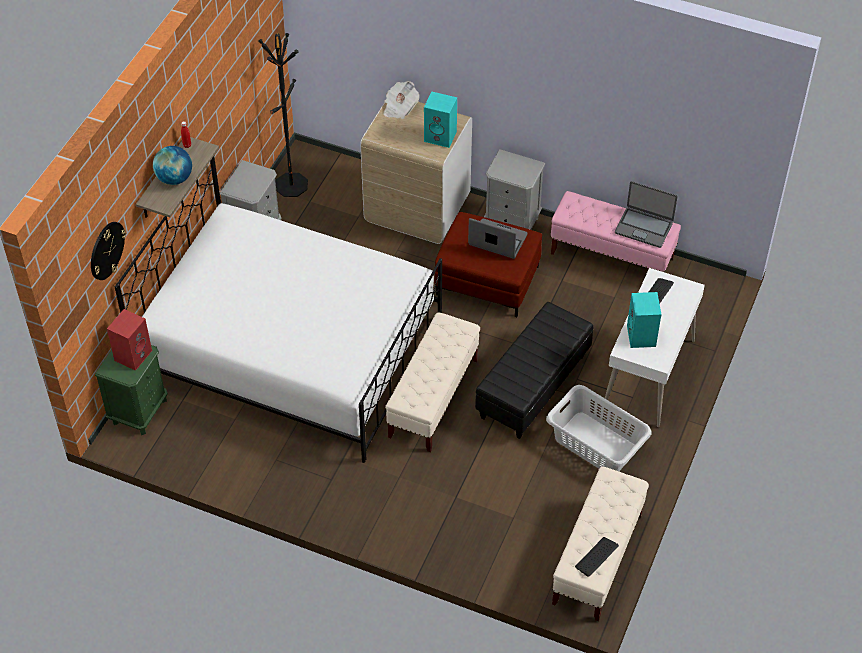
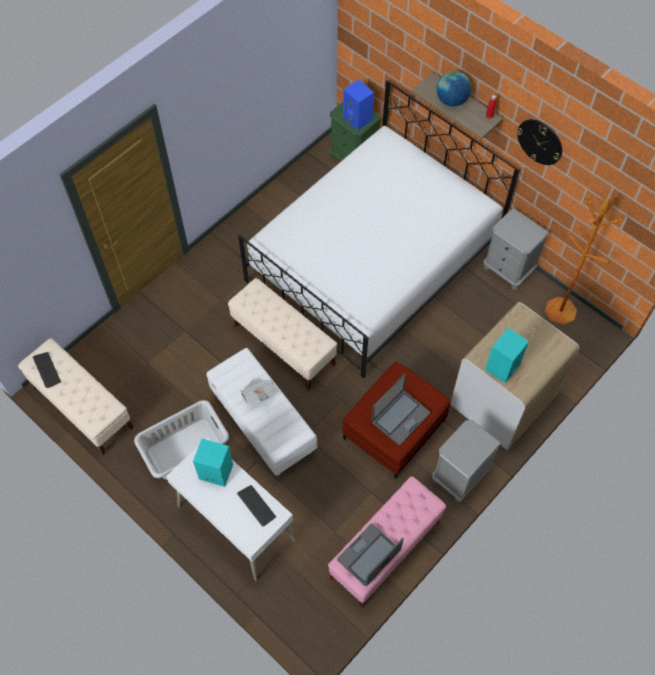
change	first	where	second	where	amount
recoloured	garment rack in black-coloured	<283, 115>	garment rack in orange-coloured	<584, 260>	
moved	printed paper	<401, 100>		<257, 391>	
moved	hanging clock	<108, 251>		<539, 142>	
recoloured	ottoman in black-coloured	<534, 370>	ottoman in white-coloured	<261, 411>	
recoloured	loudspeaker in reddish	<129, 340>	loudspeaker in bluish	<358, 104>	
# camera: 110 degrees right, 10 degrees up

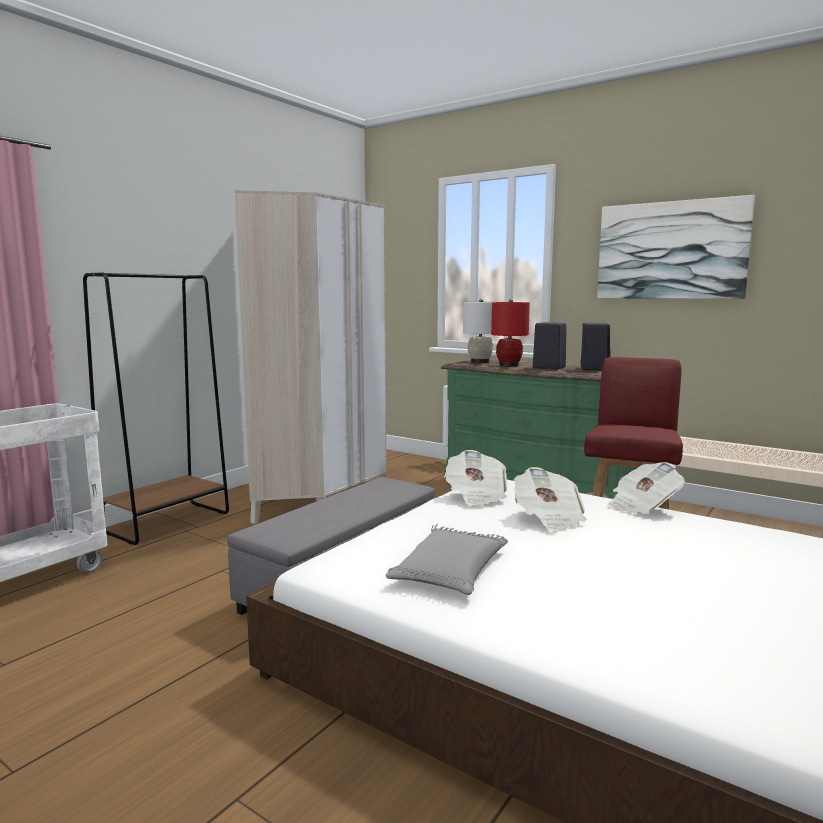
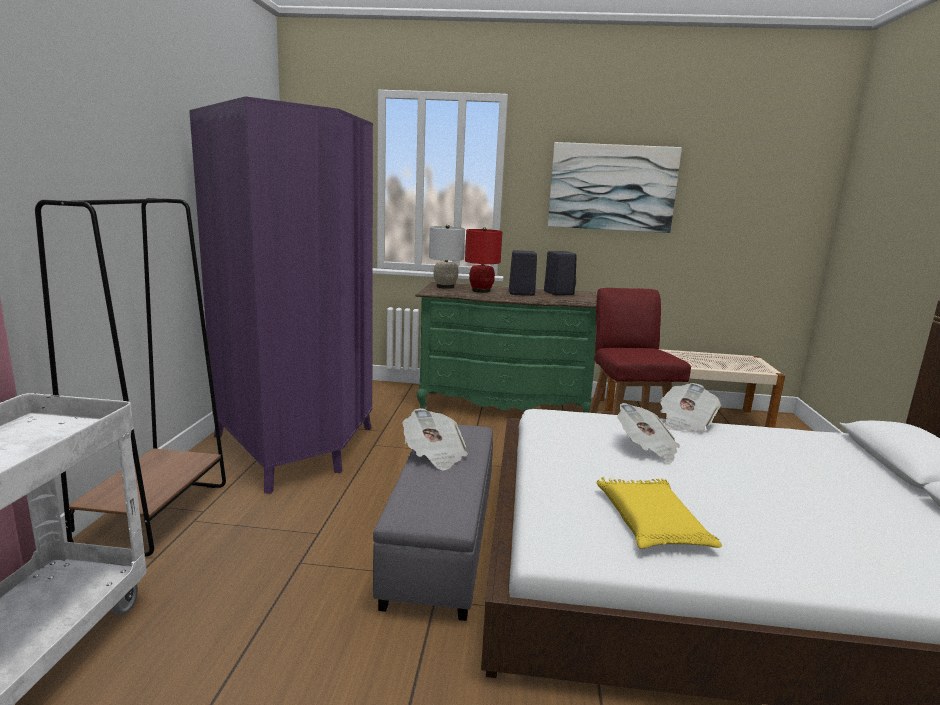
change	first	where	second	where	amount
recoloured	wardrobe in sand-coloured	<311, 357>	wardrobe in purple-coloured	<281, 295>	
moved	printed paper	<476, 478>		<435, 439>	
recoloured	cushion in grey	<447, 559>	cushion in yellow-coloured	<659, 513>	
# camera: 30 degrees left, 5 degrees up

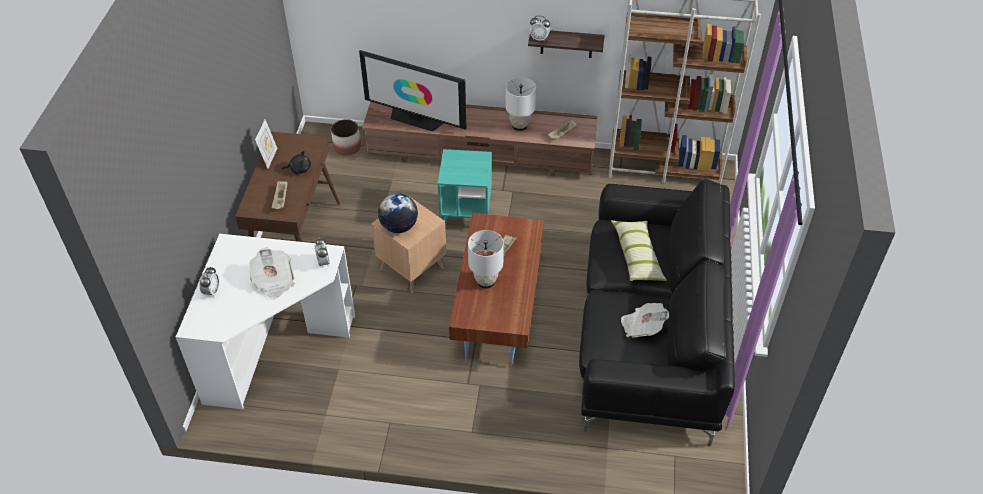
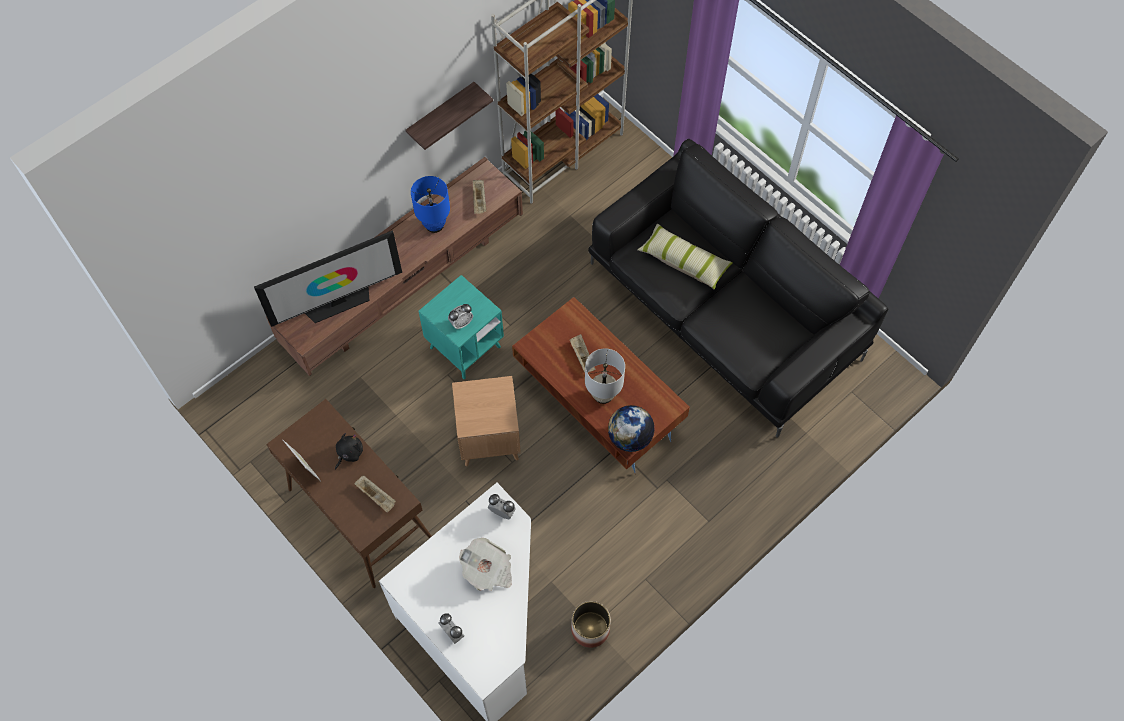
change	first	where	second	where	amount
moved	bedside clock	<540, 29>		<460, 316>	
recoloured	lamp for a table in white-coloured	<520, 104>	lamp for a table in bluish	<430, 204>	
moved	plant pot	<346, 137>		<591, 624>	
moved	globe	<398, 213>		<631, 428>	
removed	printed paper	<645, 320>			
# camera: 50 degrees left, 15 degrees up

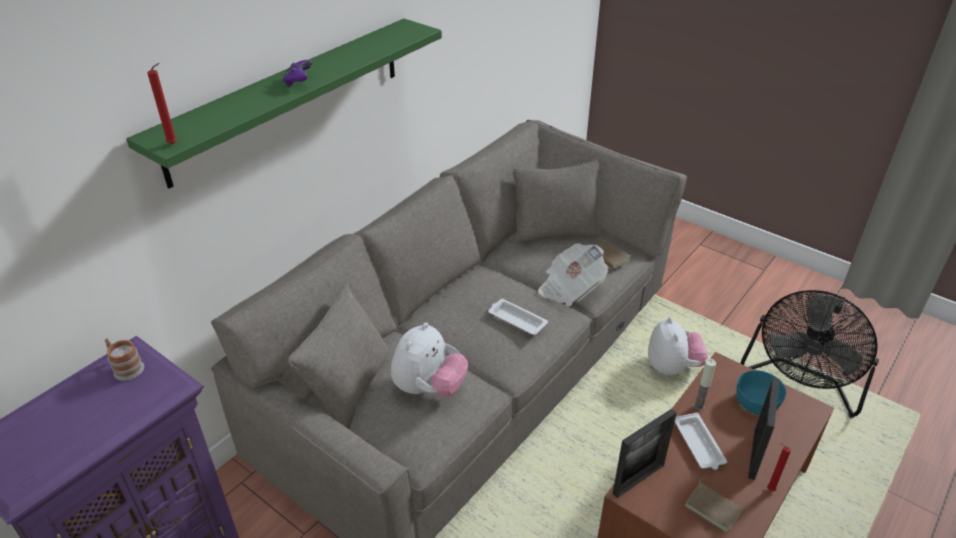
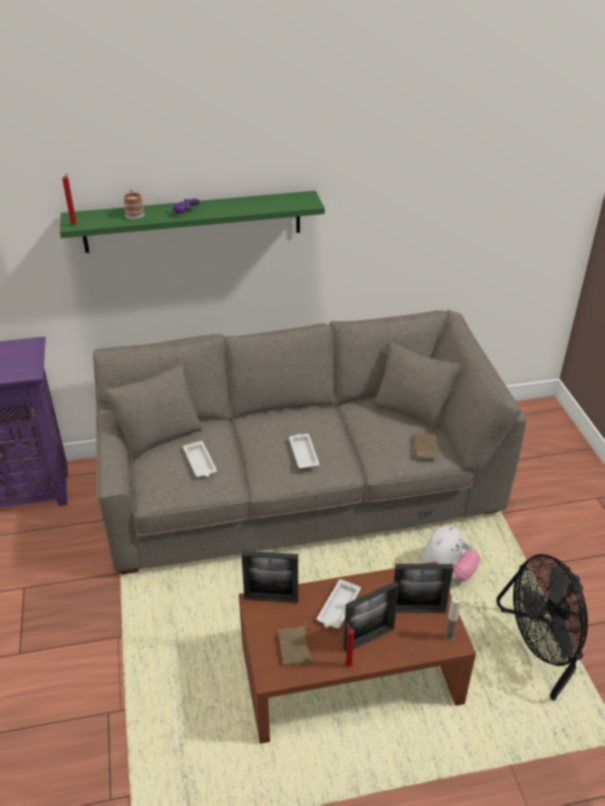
change	first	where	second	where	amount
removed	printed paper	<573, 274>			
replaced	plush toy	<429, 359>	serving tray in white-coloured	<200, 459>	
moved	tea mug	<124, 359>		<134, 204>	
moved	wax candle	<704, 385>		<452, 618>	
replaced	deep dish in turquoise-coloured	<761, 392>	photo frame	<423, 588>	
# camera: 40 degrees right, 0 degrees up

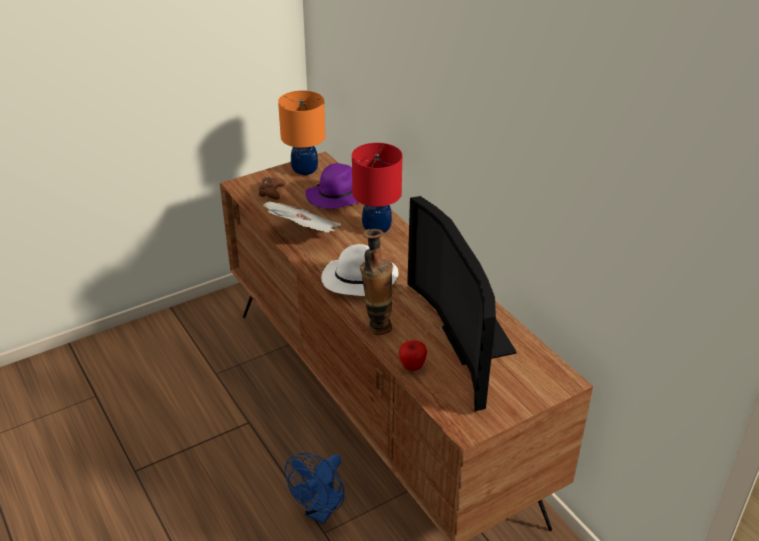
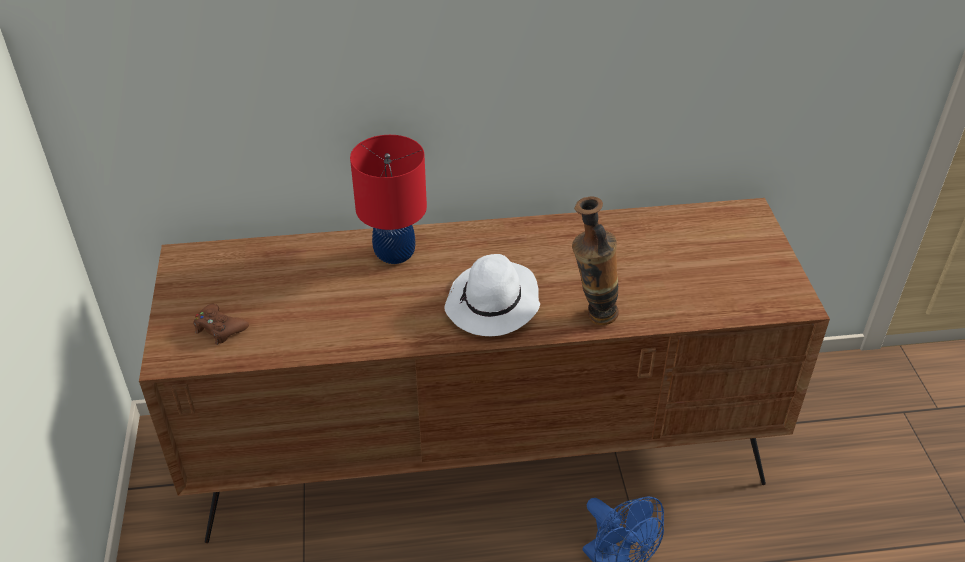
change	first	where	second	where	amount
removed	lamp for a table in orange-coloured	<301, 132>			
removed	clothing hat in purple-coloured	<331, 186>			
removed	television	<462, 304>			
removed	printed paper	<302, 217>			
removed	apple	<413, 355>			
# camera: 65 degrees left, 5 degrees up

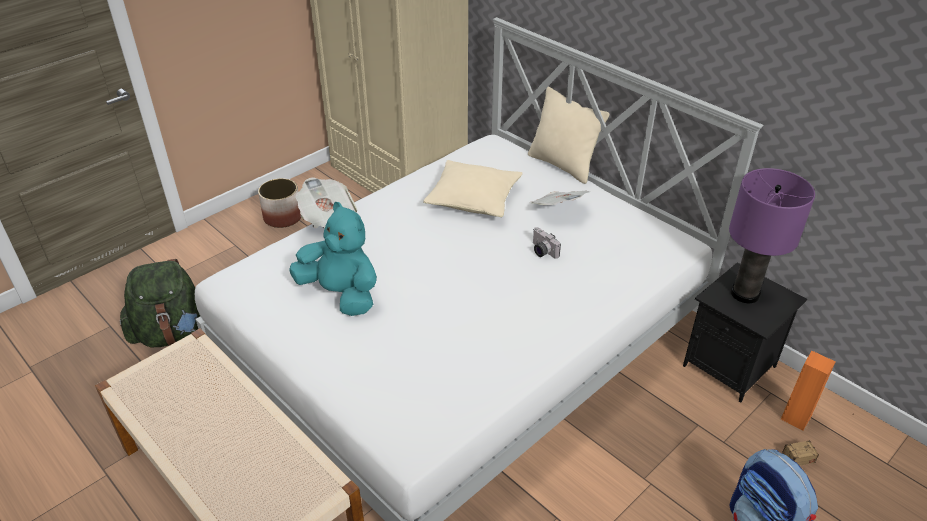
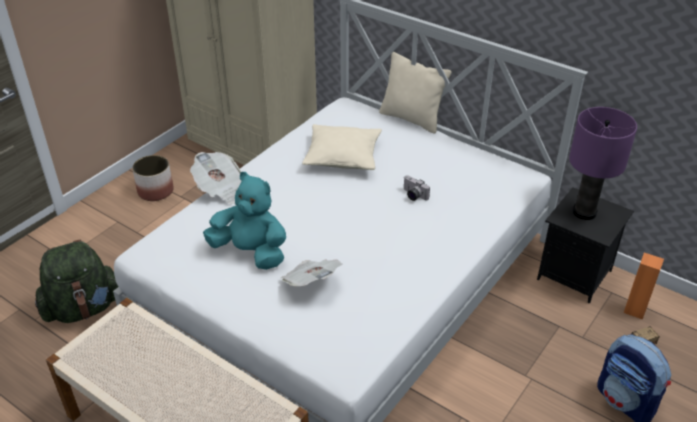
change	first	where	second	where	amount
moved	printed paper	<560, 198>		<311, 273>	
# camera: 10 degrees left, 0 degrees up

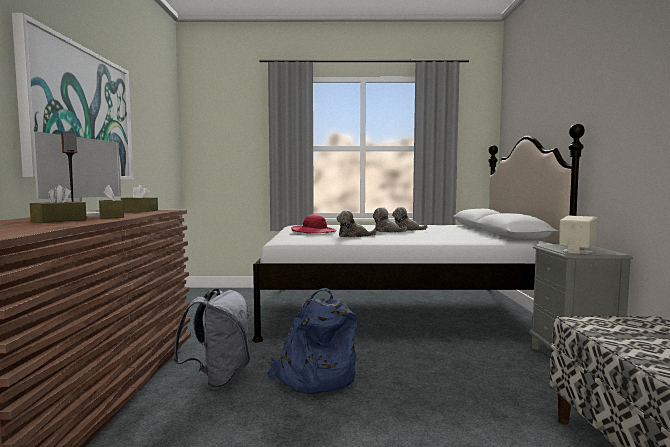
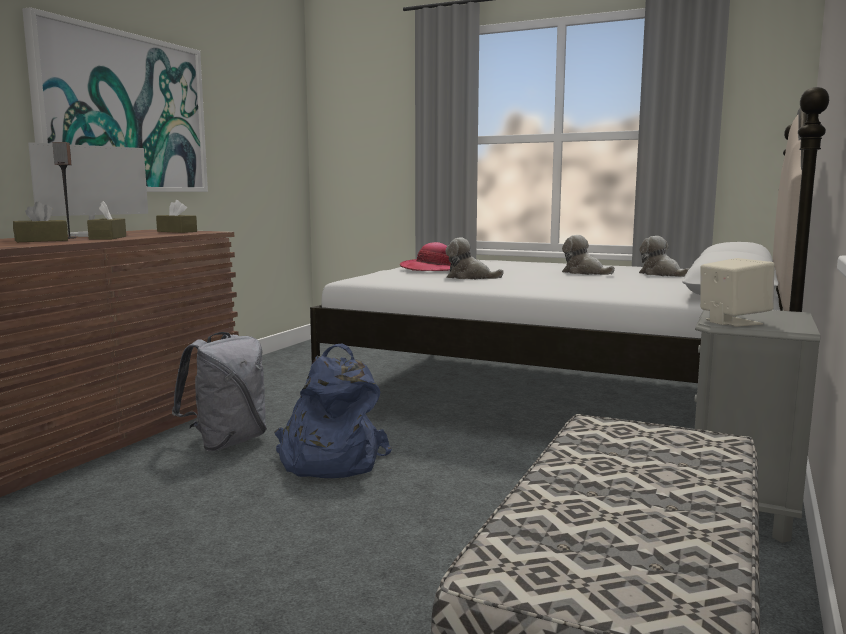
change	first	where	second	where	amount
moved	plush toy	<390, 219>		<664, 256>	
# camera: 25 degrees right, 5 degrees up

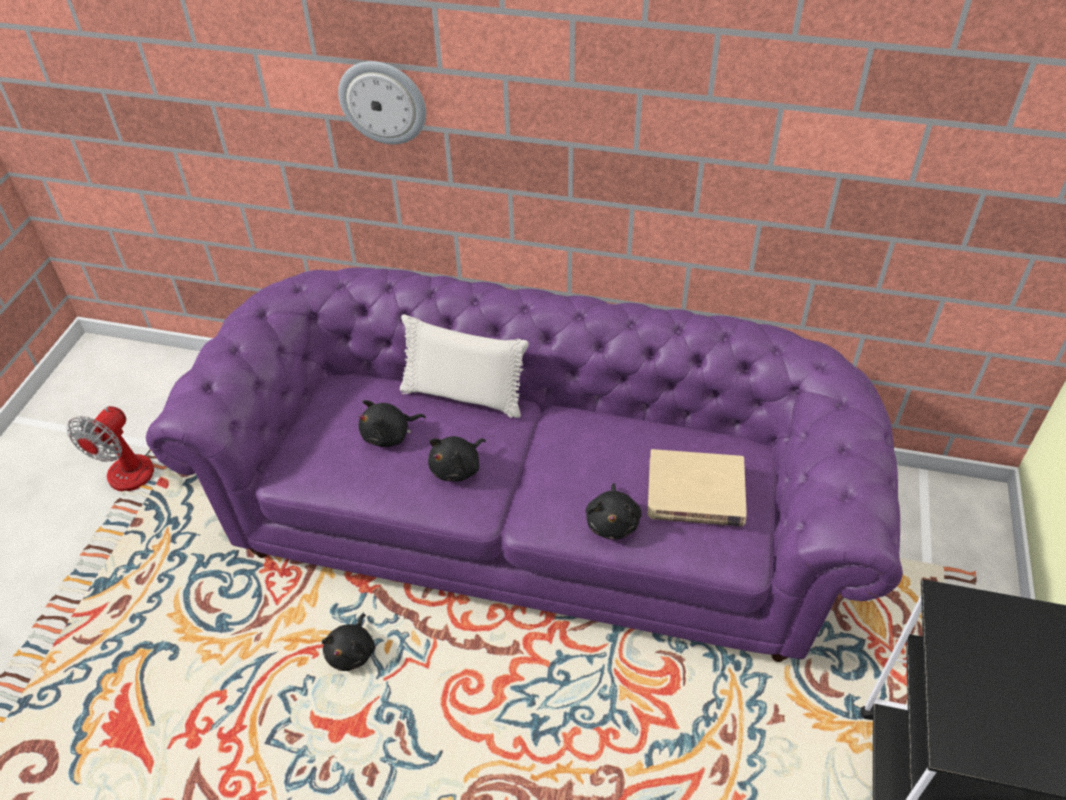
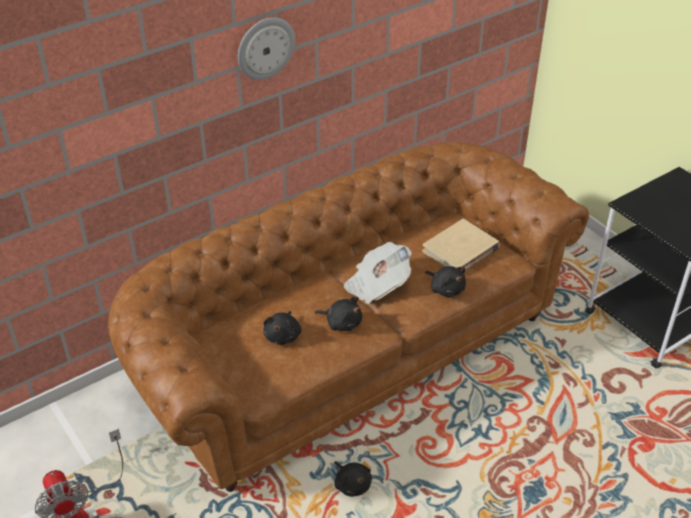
change	first	where	second	where	amount
moved	hanging clock	<382, 102>		<266, 48>	
recoloured	sofa in purple-coloured	<524, 464>	sofa in brownish	<348, 317>	
removed	cushion in white-coloured	<464, 366>			
turned	plush toy in black-coloured	<457, 458>		<338, 314>	60 degrees counterclockwise
added			printed paper	<378, 273>	
# camera: 50 degrees left, 5 degrees down

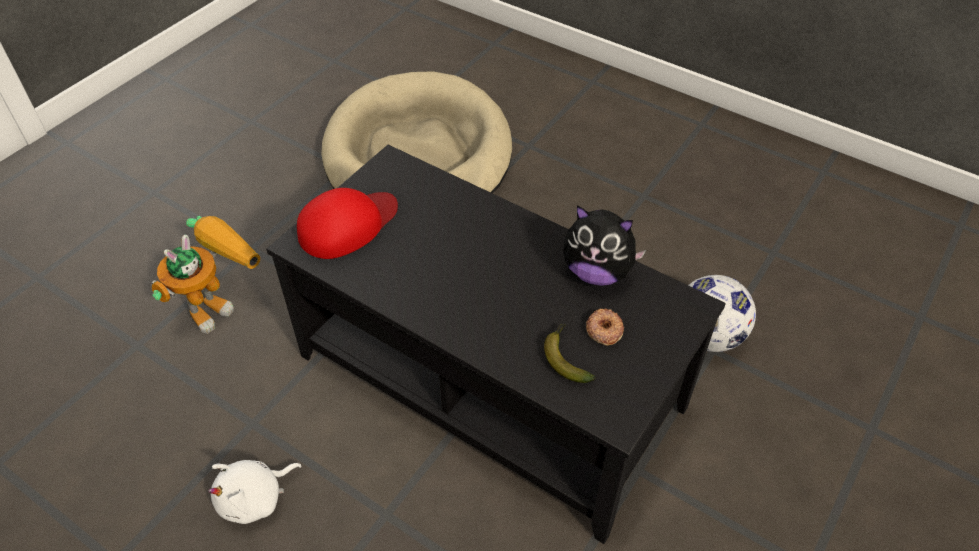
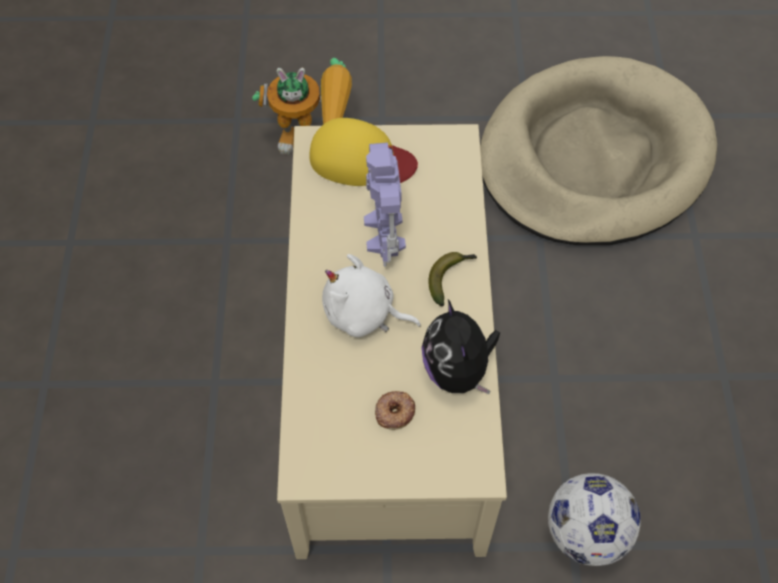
change	first	where	second	where	amount
recoloured	low table in black-coloured	<496, 344>	low table in sand-coloured	<392, 341>	
recoloured	peaked cap in reddish	<347, 223>	peaked cap in yellow-coloured	<363, 152>	
moved	banana	<569, 353>		<452, 279>	
moved	plush toy in white-coloured	<255, 492>		<371, 295>	
added			toy robot	<385, 205>	
# camera: 55 degrees right, 10 degrees up

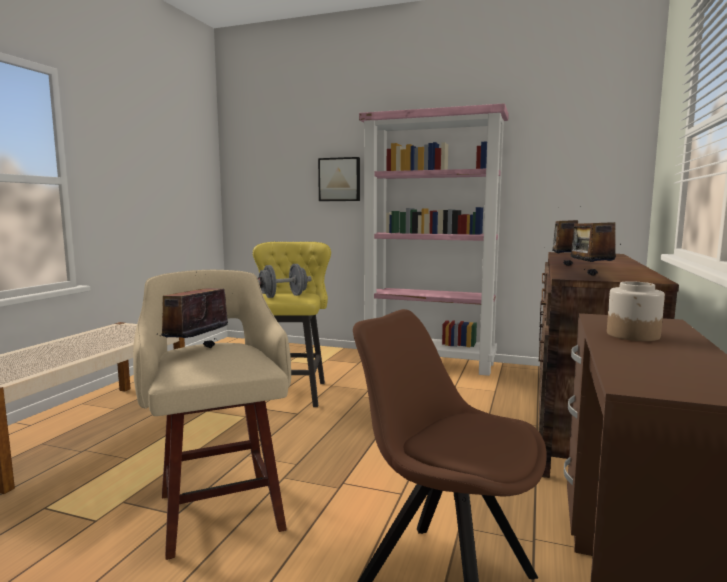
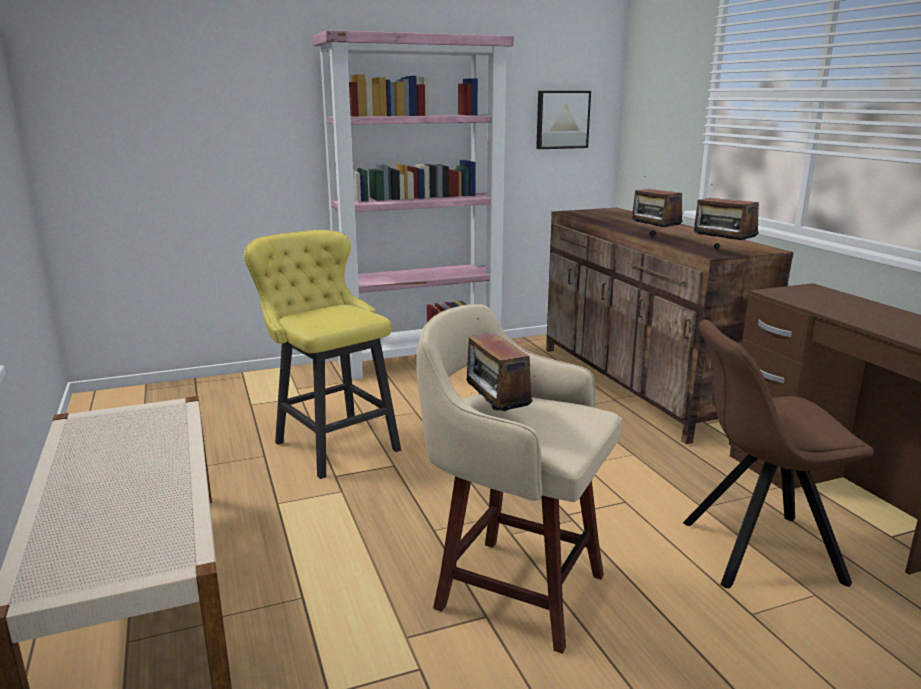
change	first	where	second	where	amount
moved	wall art	<339, 179>		<563, 120>	
removed	dumbbell in grey	<285, 281>			
removed	preserve jar	<636, 311>			
# camera: 40 degrees left, 10 degrees up

